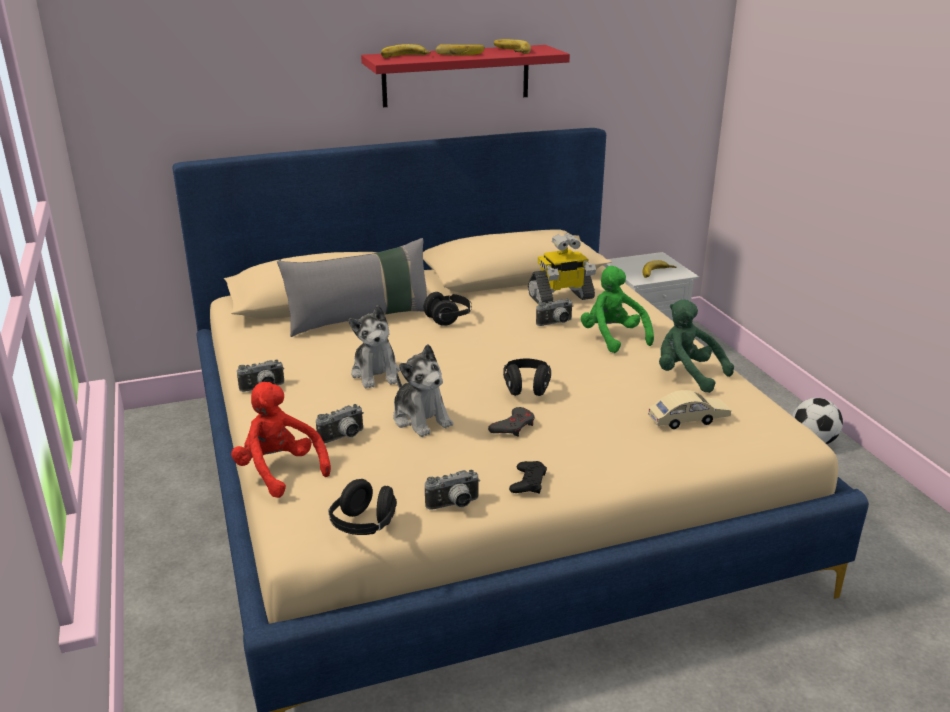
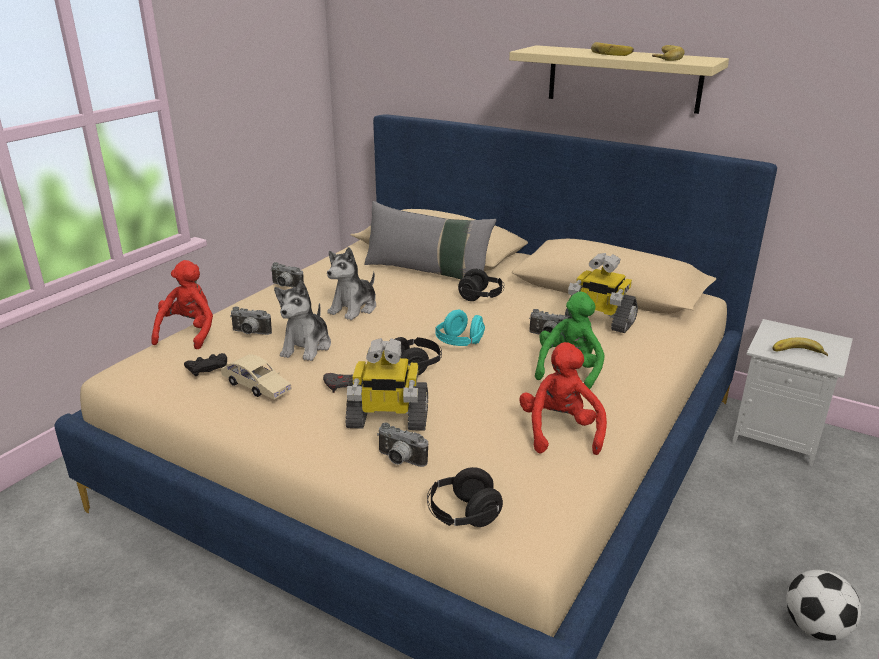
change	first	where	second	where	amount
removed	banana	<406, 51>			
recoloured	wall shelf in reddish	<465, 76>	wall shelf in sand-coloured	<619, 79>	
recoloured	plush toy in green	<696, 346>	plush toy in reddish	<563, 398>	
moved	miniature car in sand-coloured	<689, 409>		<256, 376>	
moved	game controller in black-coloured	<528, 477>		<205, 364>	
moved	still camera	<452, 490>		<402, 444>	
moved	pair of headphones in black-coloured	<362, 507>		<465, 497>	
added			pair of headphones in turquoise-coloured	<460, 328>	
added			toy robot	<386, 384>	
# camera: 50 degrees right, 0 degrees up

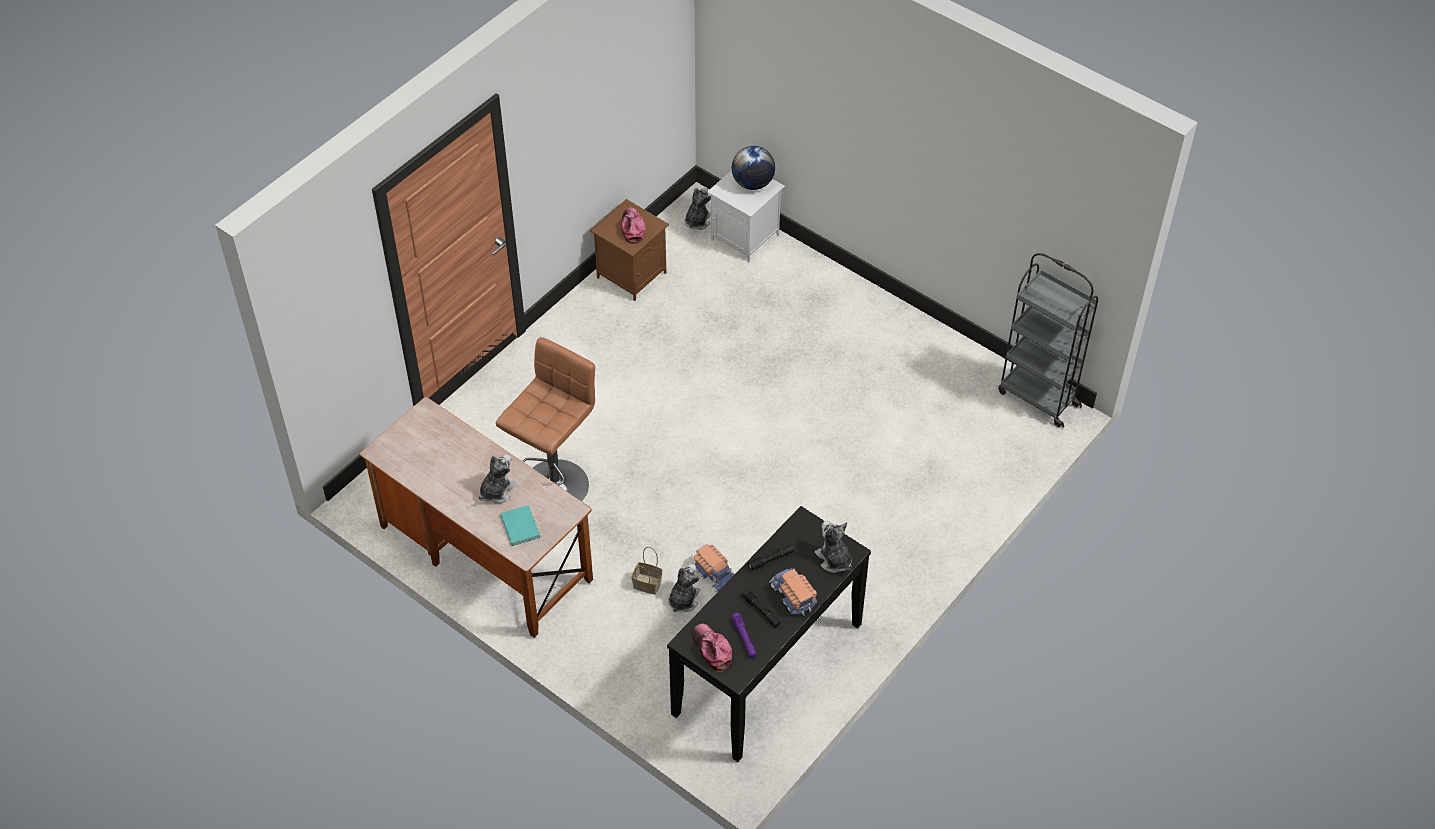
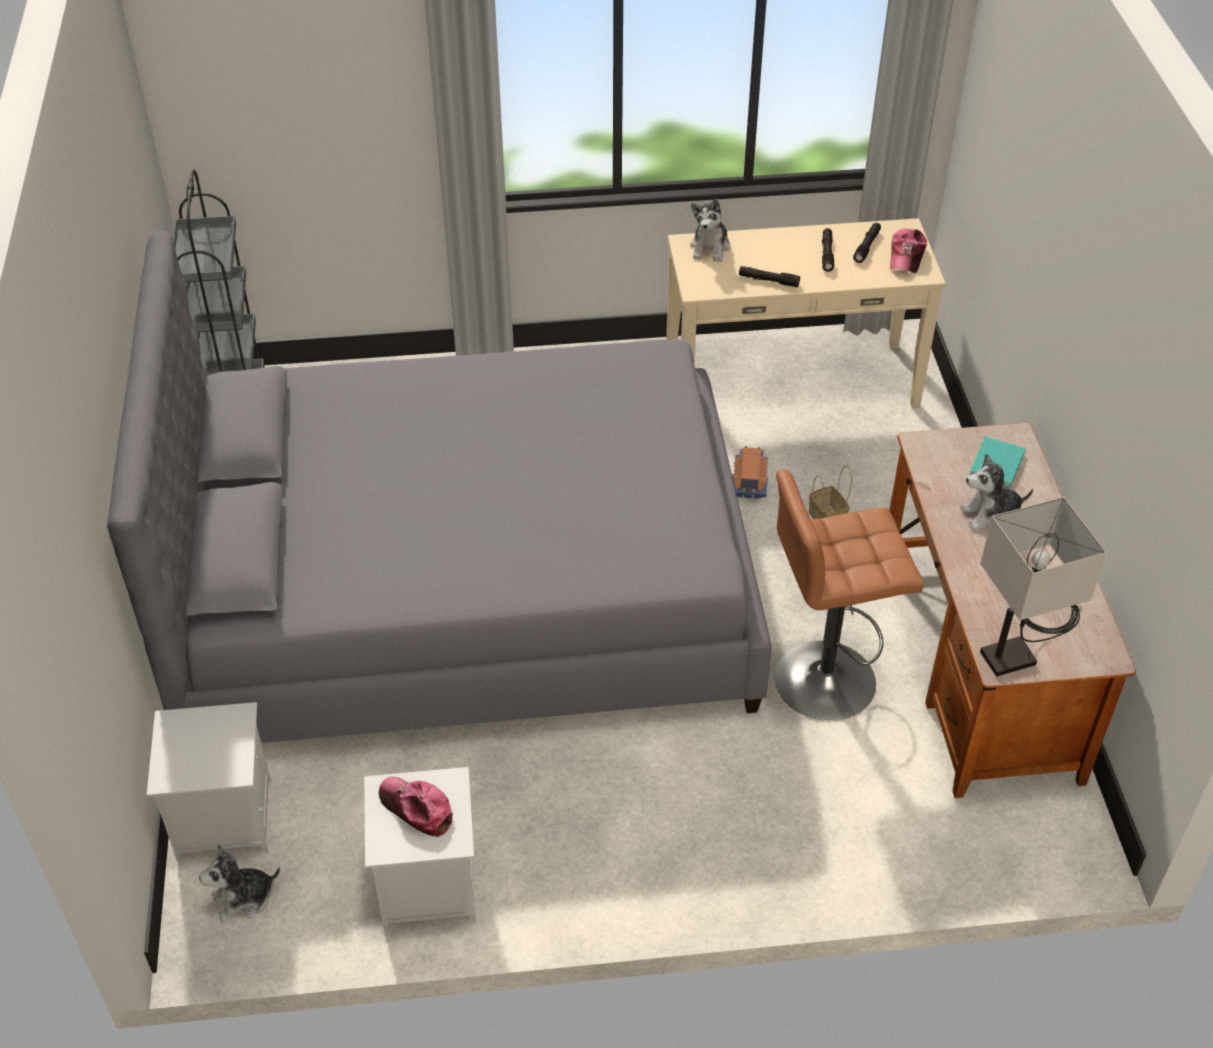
change	first	where	second	where	amount
removed	globe	<753, 168>			
recoloured	nightstand in brownish	<629, 250>	nightstand in grey	<420, 849>	
turned	peaked cap	<633, 226>		<416, 807>	90 degrees clockwise
recoloured	narrow table in black-coloured	<769, 634>	narrow table in sand-coloured	<806, 313>	
removed	plush toy	<684, 588>			
removed	model truck	<793, 592>			
recoloured	torch in purple-coloured	<744, 635>	torch in black-coloured	<867, 243>	
added			sleeping bed in grey	<439, 486>	
added			lamp for a table	<1043, 587>	
# camera: 135 degrees left, 5 degrees down

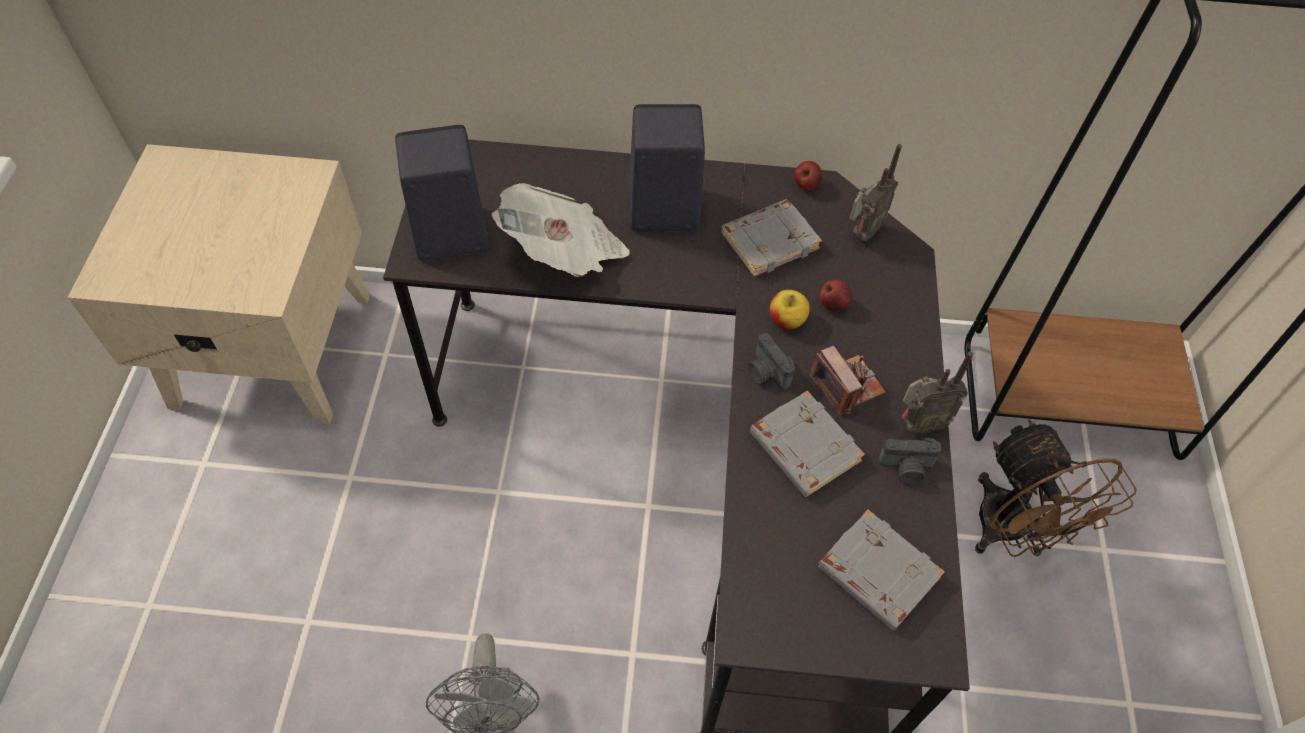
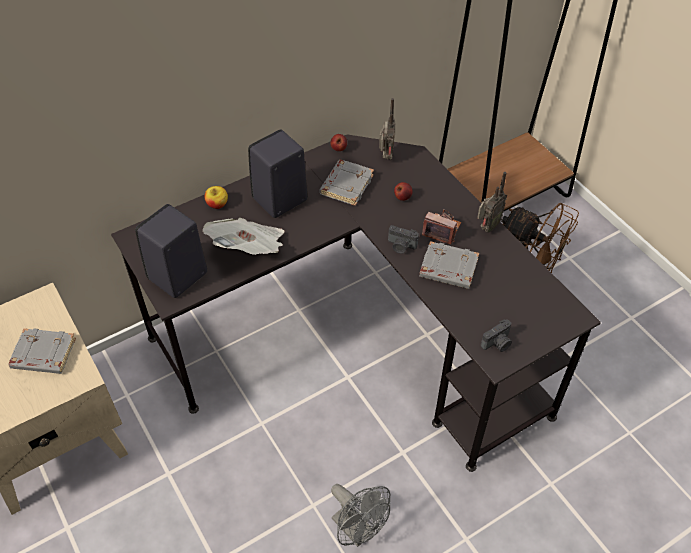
change	first	where	second	where	amount
moved	apple	<790, 309>		<216, 197>	
moved	still camera	<910, 460>		<496, 336>	
moved	volume in grey	<881, 570>		<42, 351>	
# camera: 35 degrees left, 5 degrees down

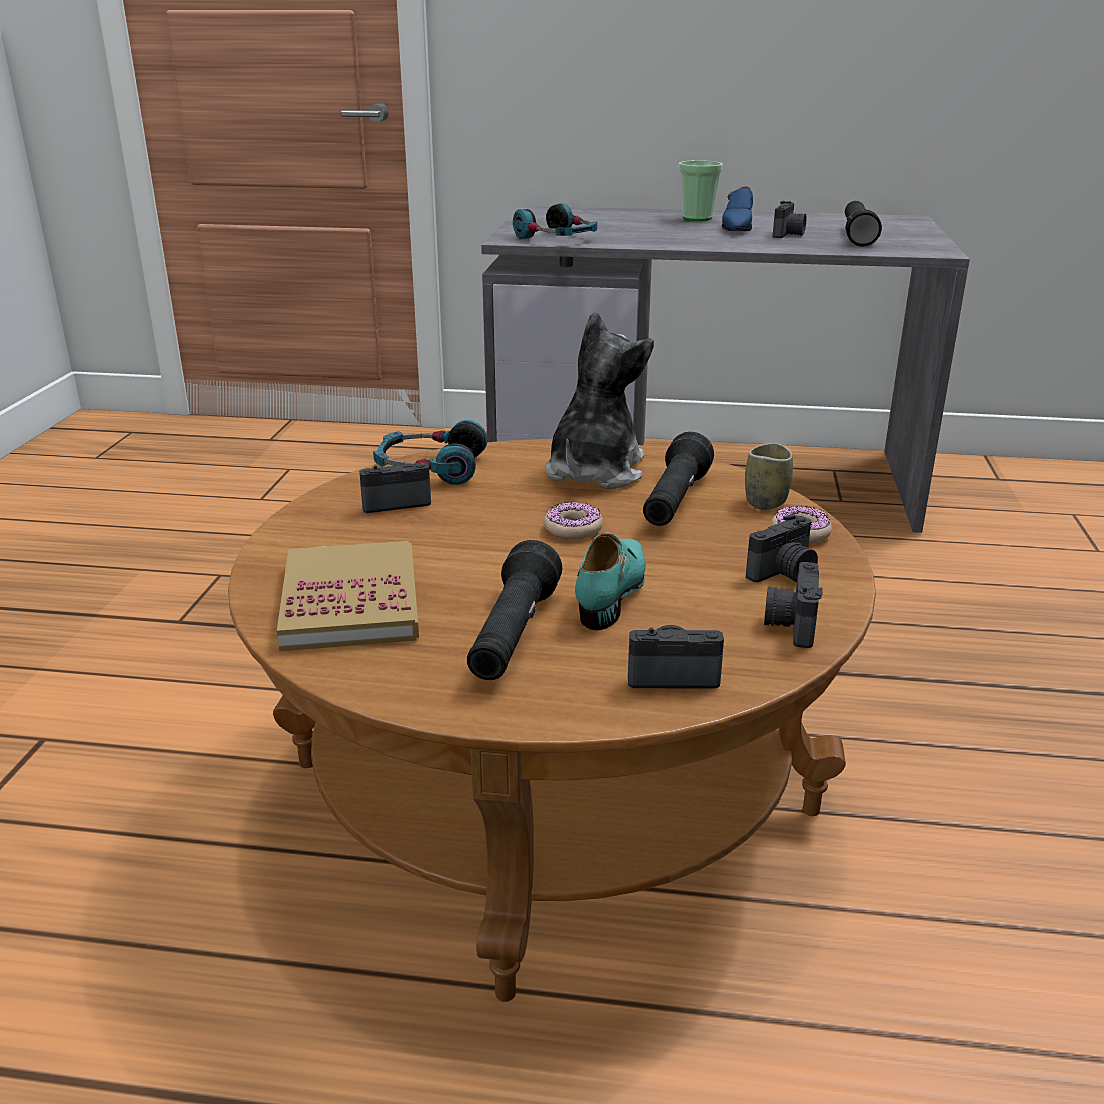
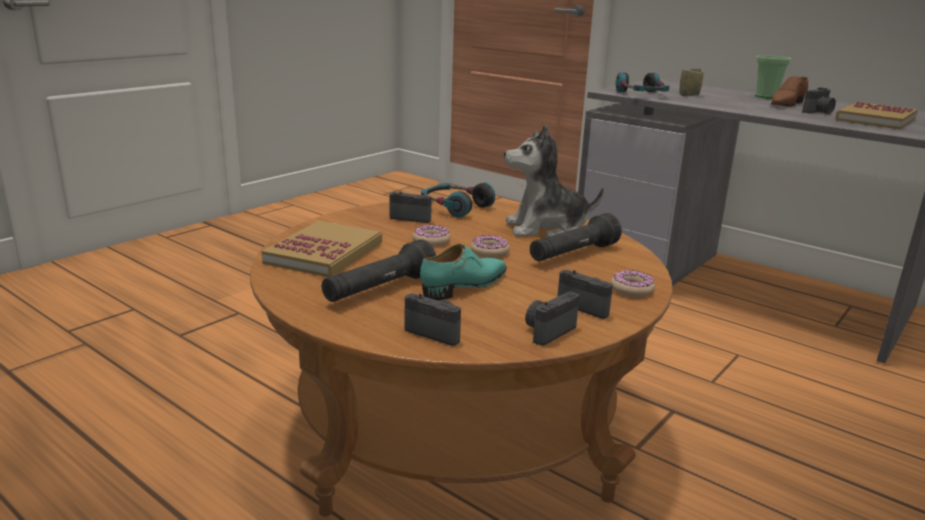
change	first	where	second	where	amount
recoloured	item of footwear in bluish	<737, 209>	item of footwear in brownish	<789, 91>	
replaced	torch in black-coloured	<863, 223>	volume	<876, 115>	
turned	plush toy	<599, 400>		<554, 180>	150 degrees counterclockwise
moved	cup	<769, 476>		<692, 82>	
turned	still camera	<782, 548>		<585, 294>	135 degrees counterclockwise
added			ring doughnut	<431, 235>	
# camera: 30 degrees right, 5 degrees down

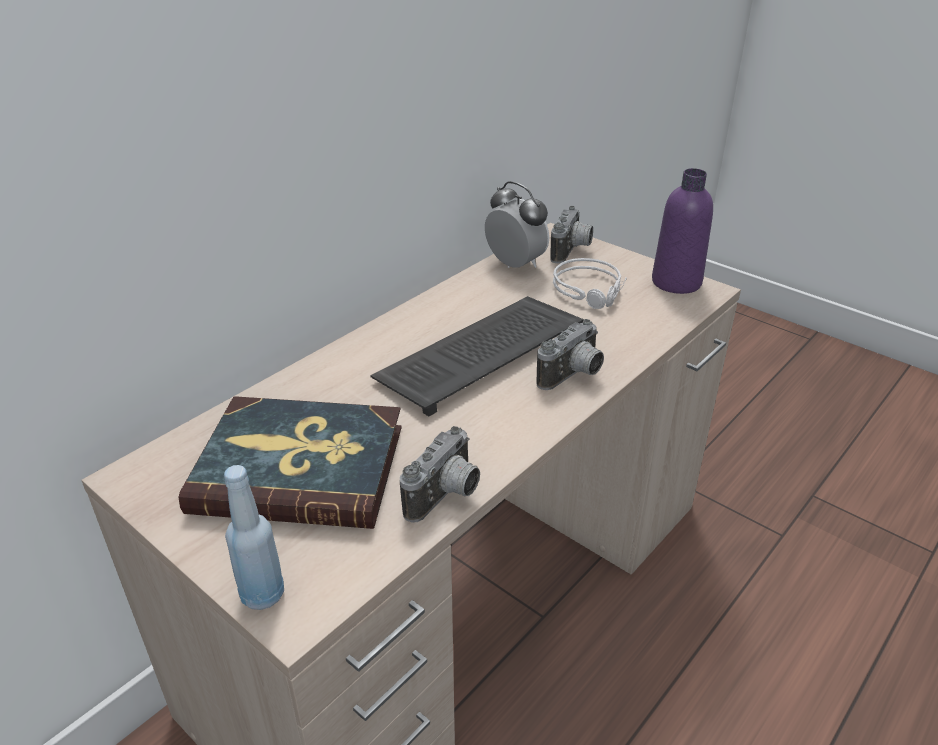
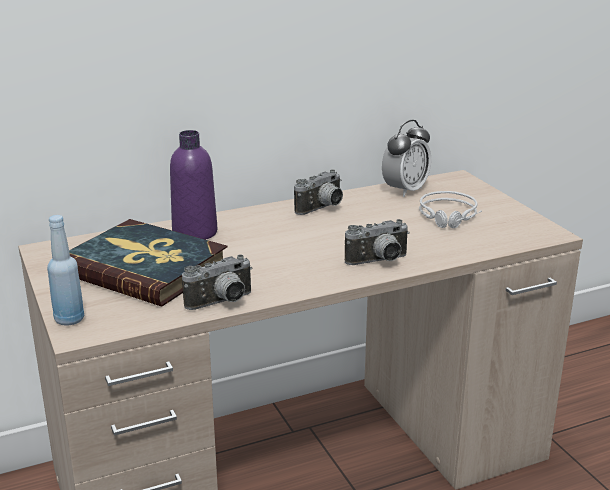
change	first	where	second	where	amount
moved	drink bottle in purple-coloured	<682, 231>		<193, 185>	
turned	bedside clock	<517, 224>		<406, 158>	60 degrees clockwise
moved	still camera	<571, 234>		<318, 192>	
removed	computer keyboard	<477, 356>			
# camera: 25 degrees right, 10 degrees down

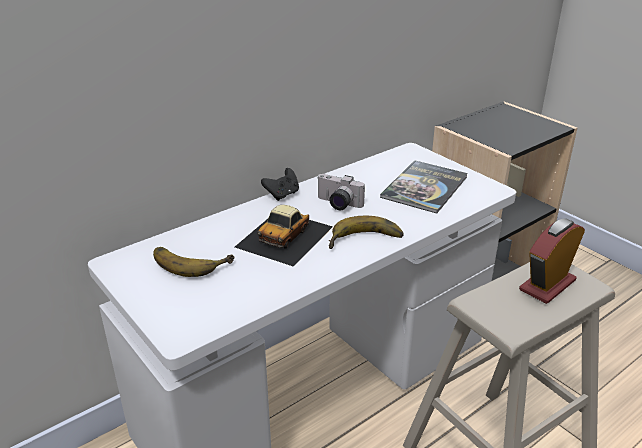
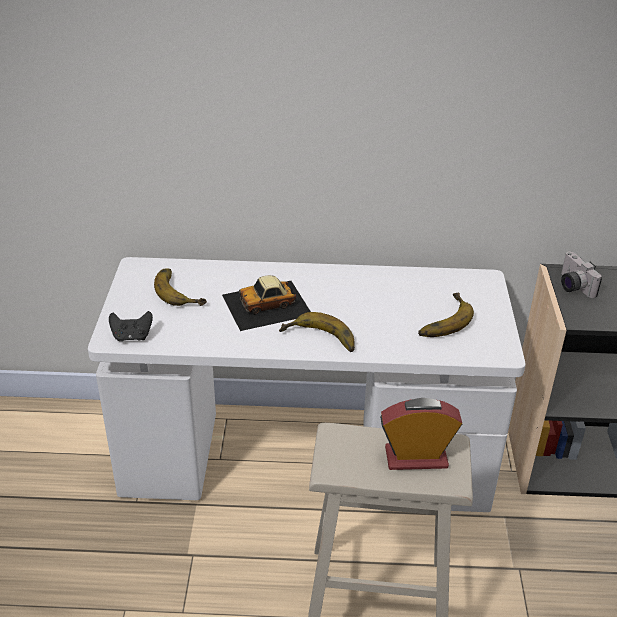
change	first	where	second	where	amount
replaced	volume	<424, 186>	banana	<446, 315>	
moved	game controller in black-coloured	<280, 184>		<131, 326>	
moved	still camera	<341, 192>		<581, 274>	
# camera: 40 degrees right, 5 degrees up

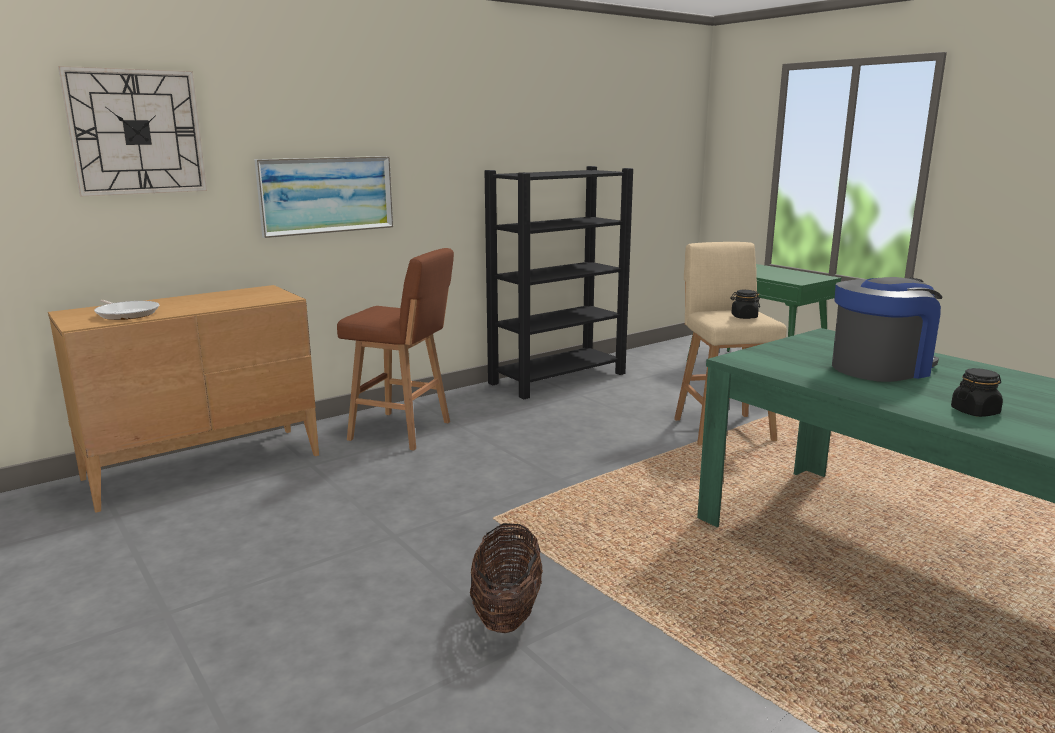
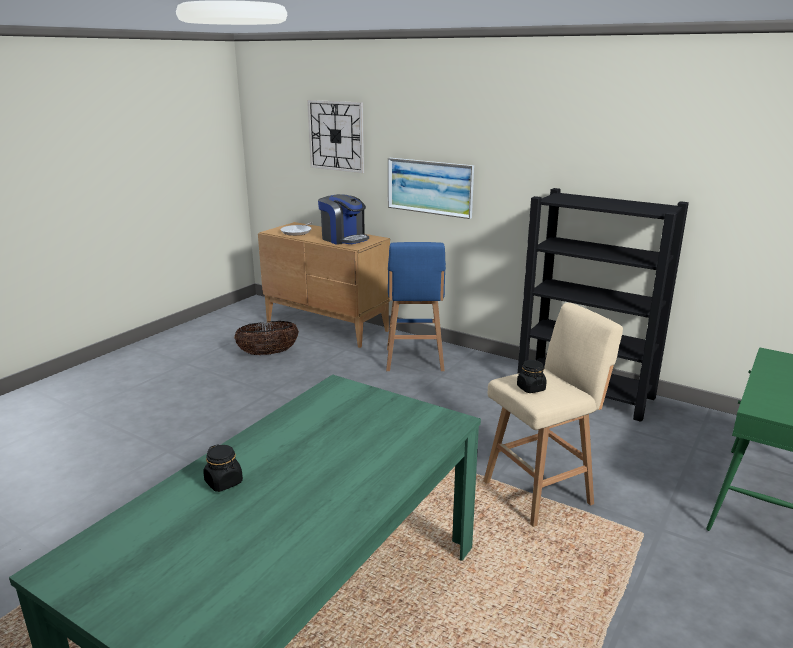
change	first	where	second	where	amount
recoloured	stool in brownish	<395, 349>	stool in bluish	<416, 306>	
moved	coffee maker	<887, 329>		<343, 219>	
moved	storage basket	<506, 578>		<266, 338>	
# camera: 70 degrees right, 5 degrees up

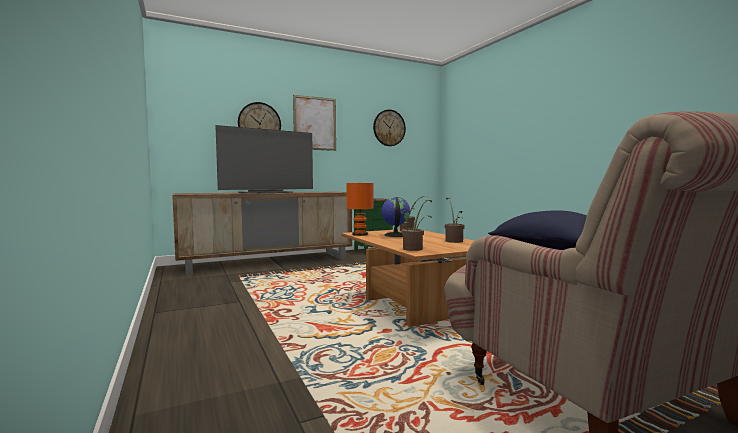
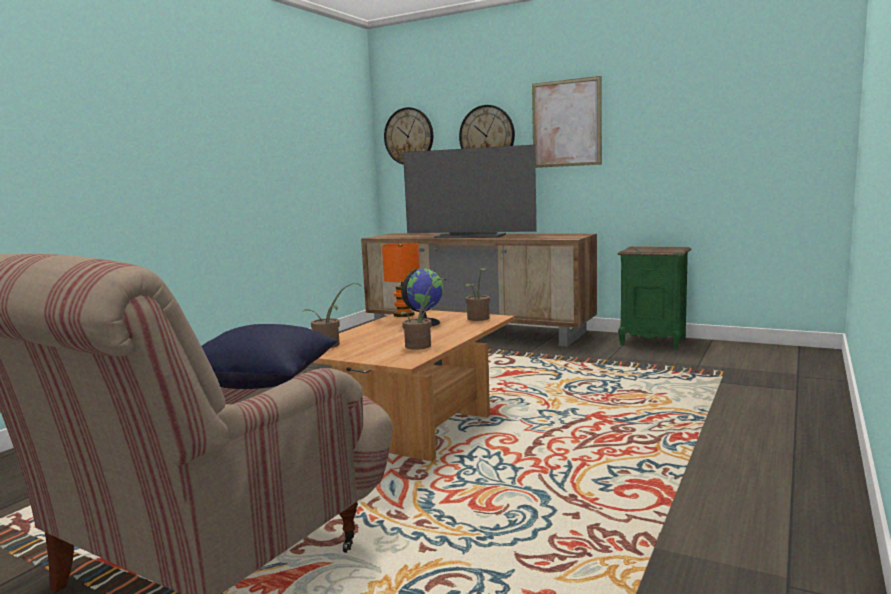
change	first	where	second	where	amount
moved	hanging clock	<389, 127>		<408, 136>	
# camera: 55 degrees right, 5 degrees up

